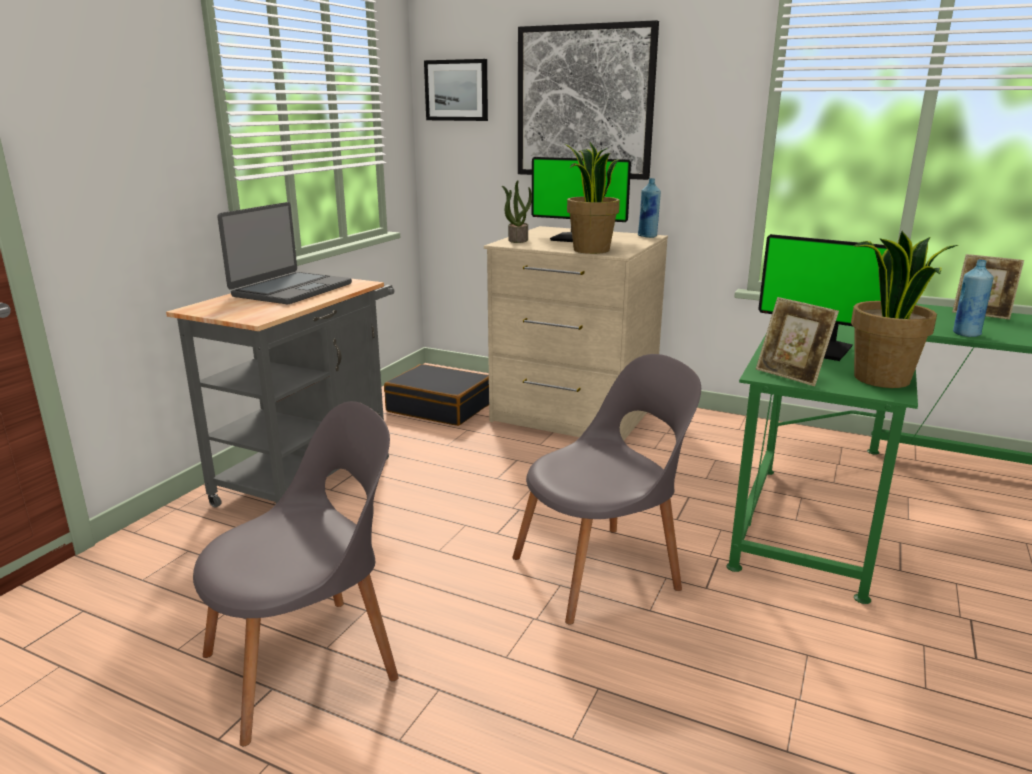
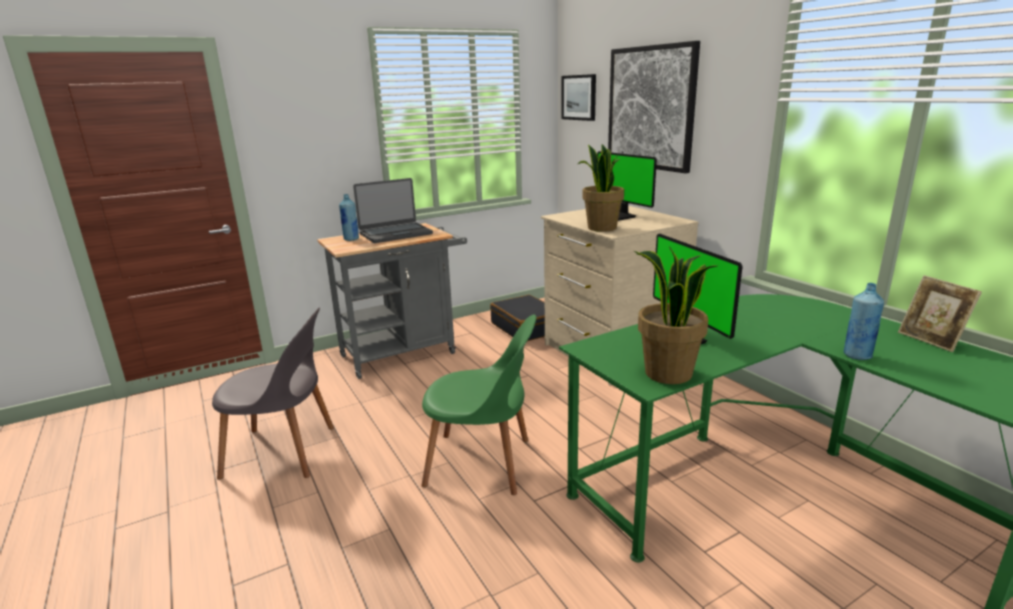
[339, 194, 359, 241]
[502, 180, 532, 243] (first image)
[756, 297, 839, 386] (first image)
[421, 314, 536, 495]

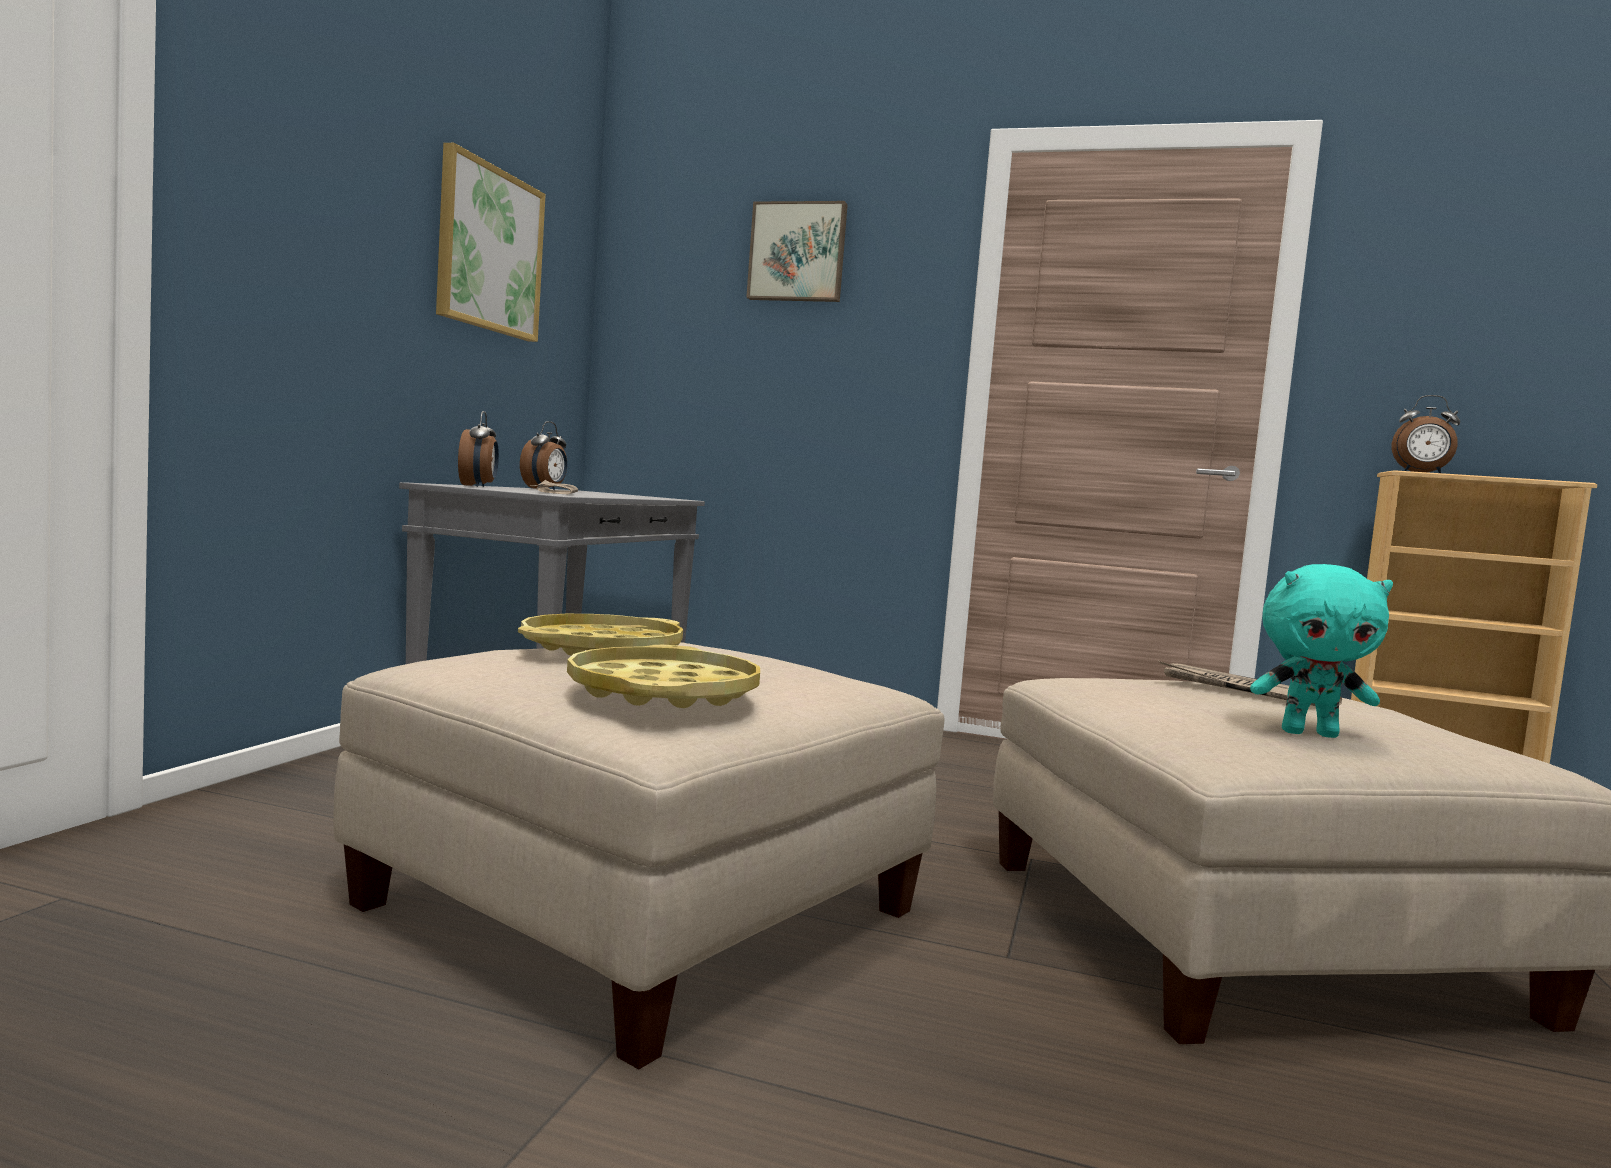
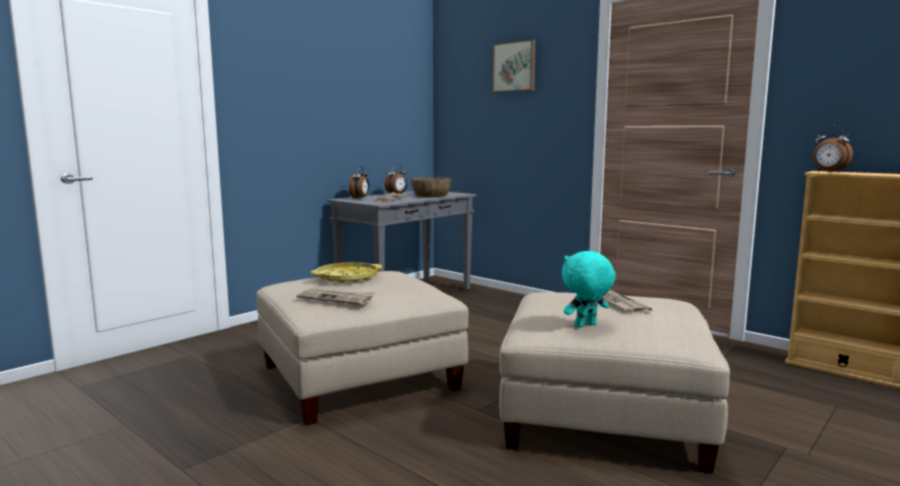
[436, 143, 546, 342] (first image)
[562, 251, 616, 328]
[297, 288, 375, 305]
[411, 177, 451, 197]

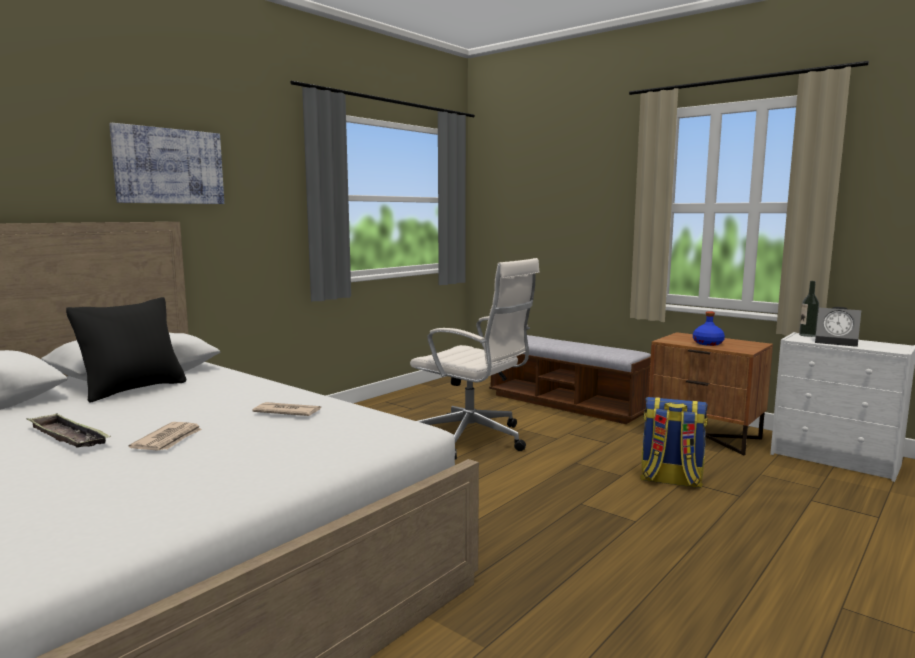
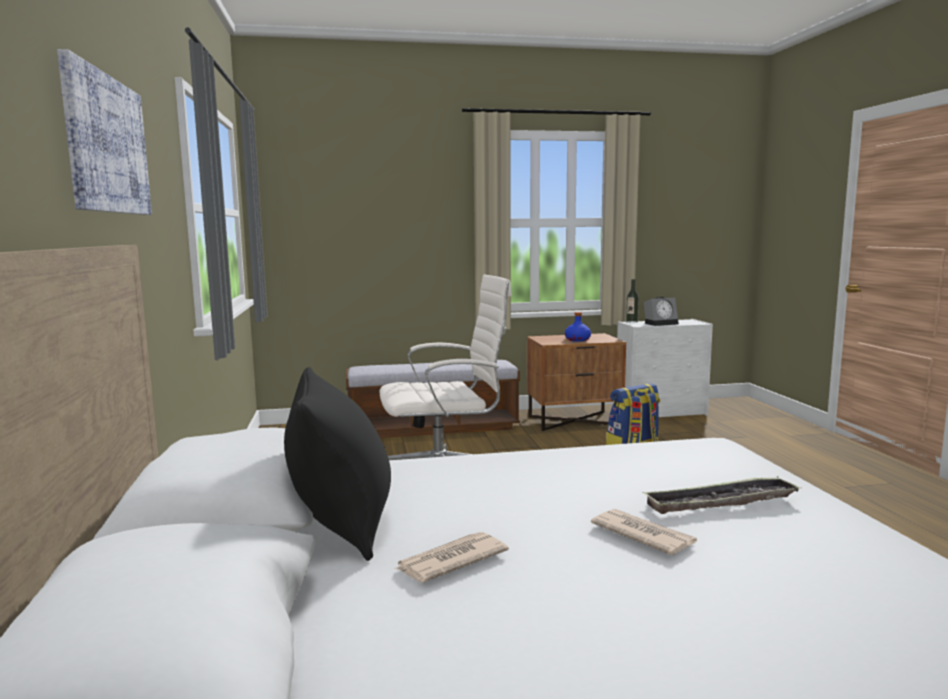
[395, 532, 509, 582]
[643, 476, 802, 514]

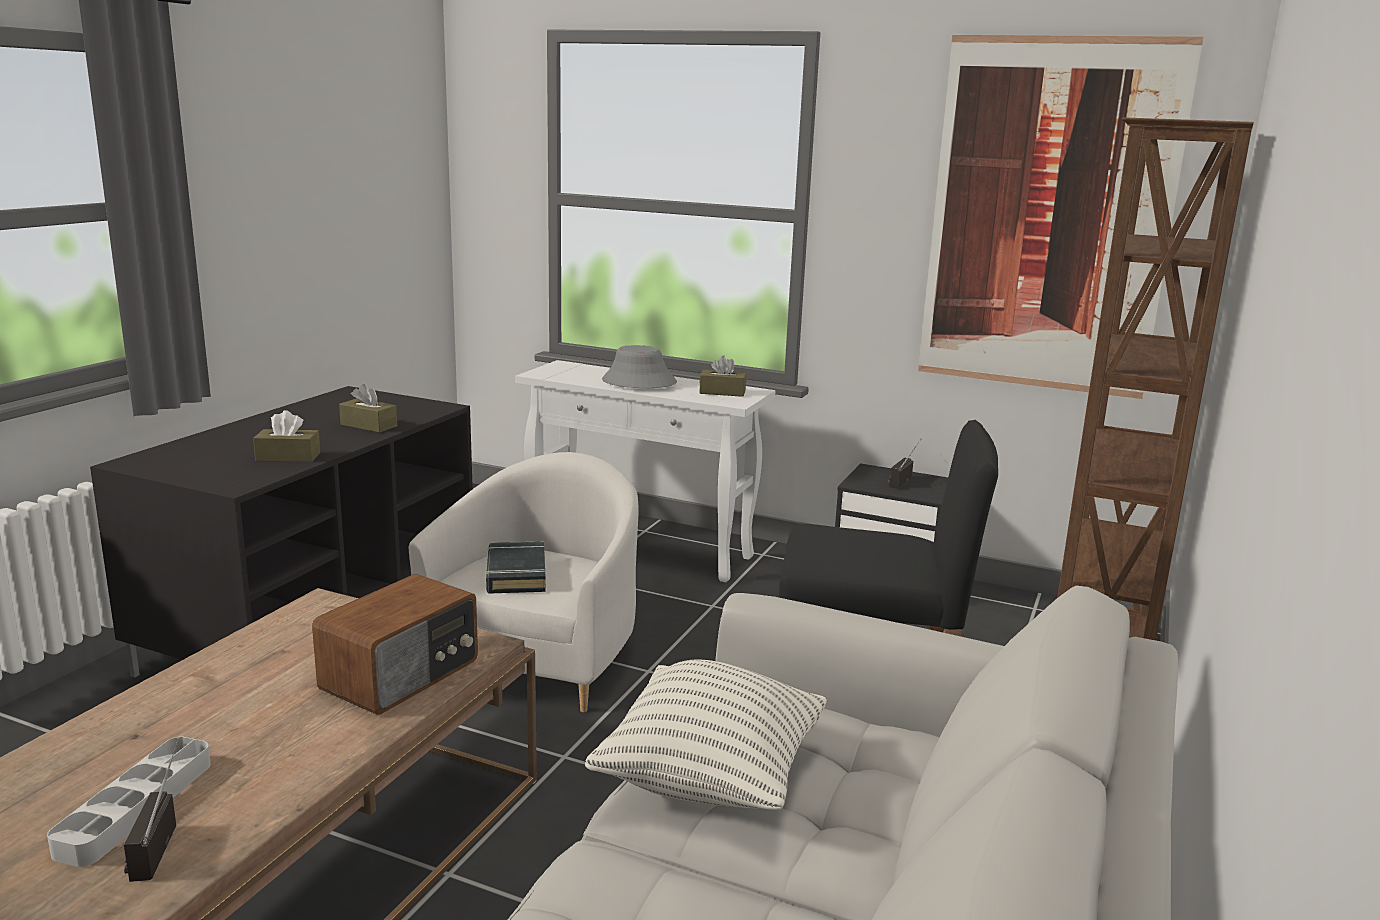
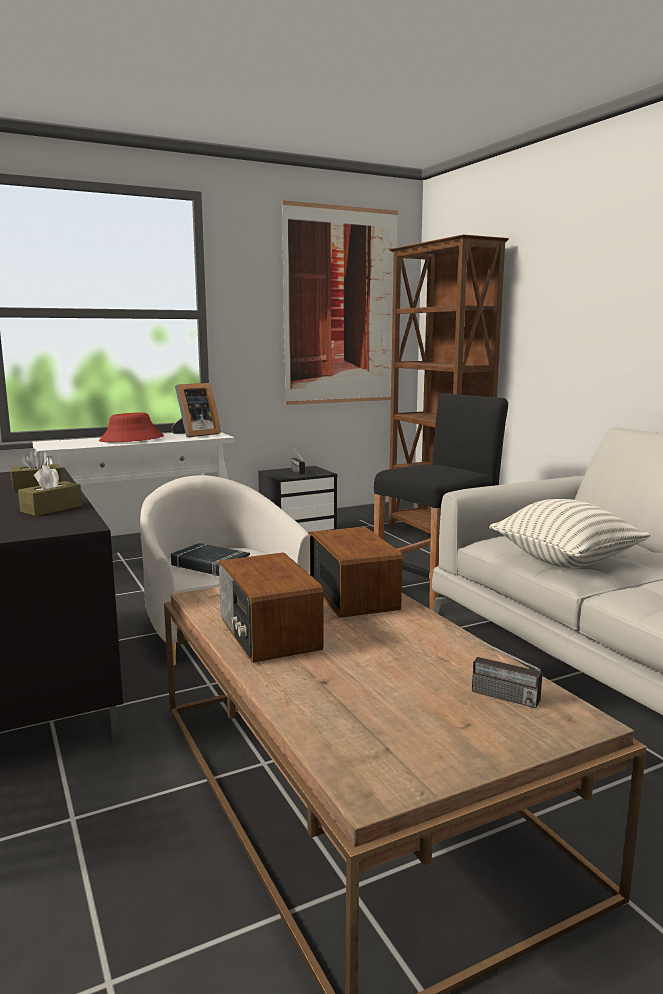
[99, 412, 164, 442]
[172, 383, 221, 438]
[47, 737, 211, 867] (first image)
[219, 552, 324, 663]

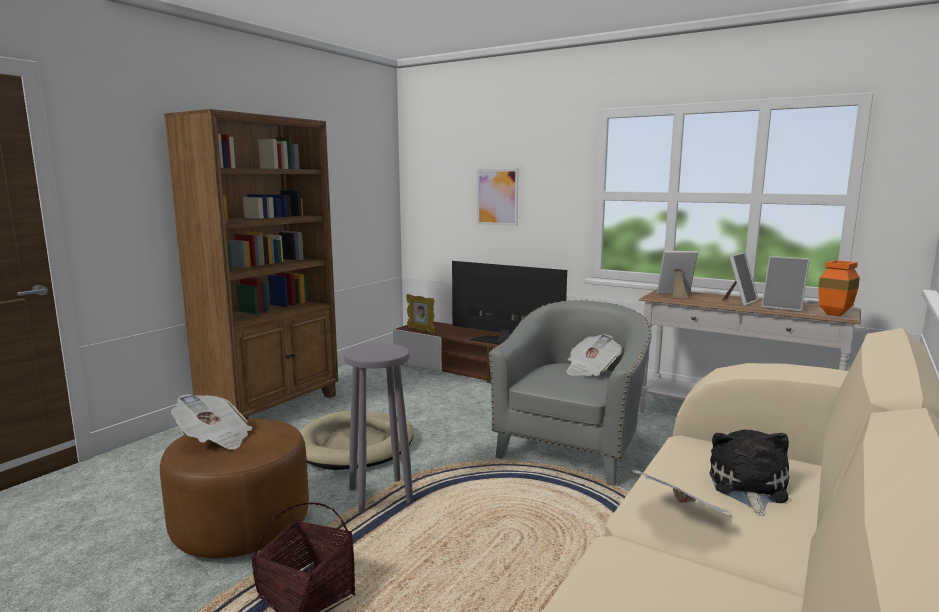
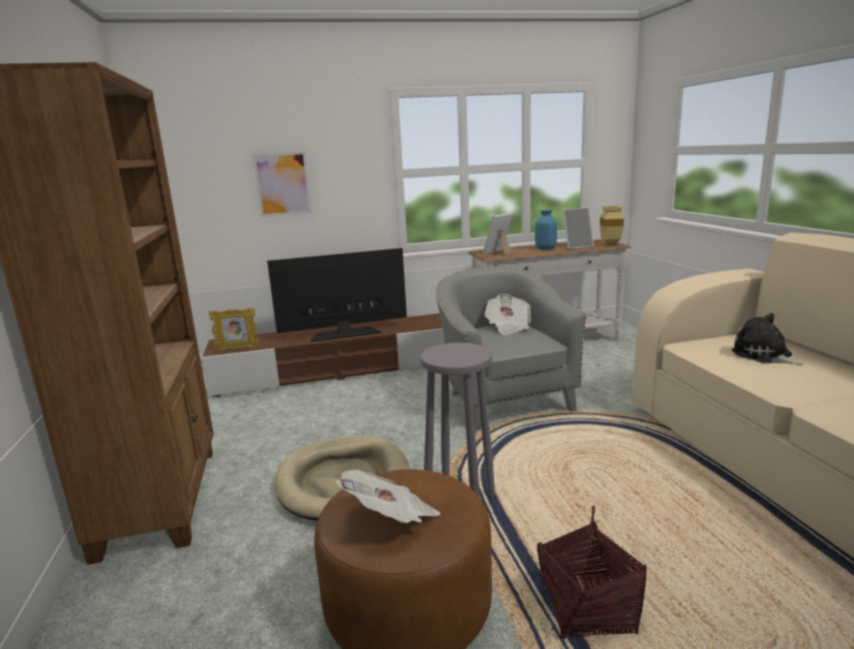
[535, 210, 557, 250]
[600, 206, 624, 246]
[632, 470, 732, 518] (first image)

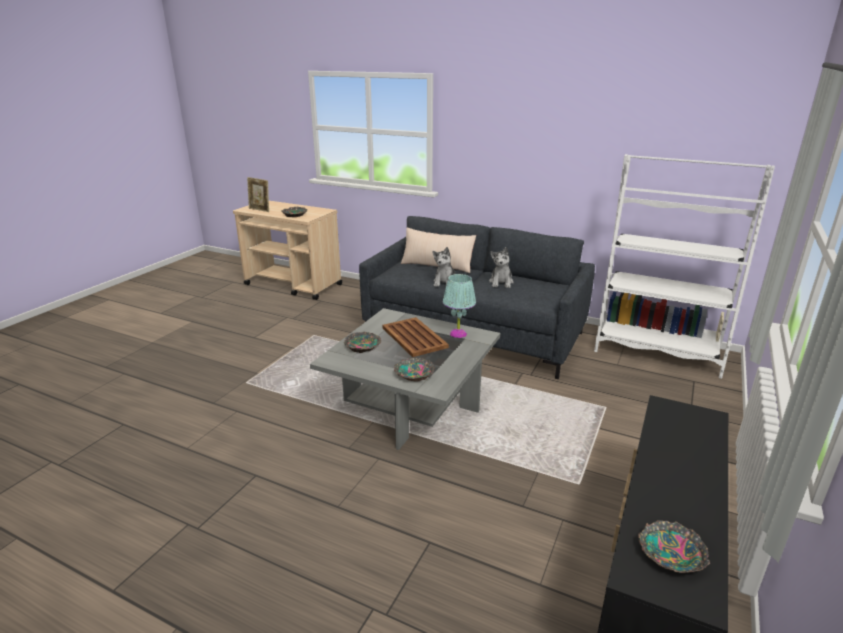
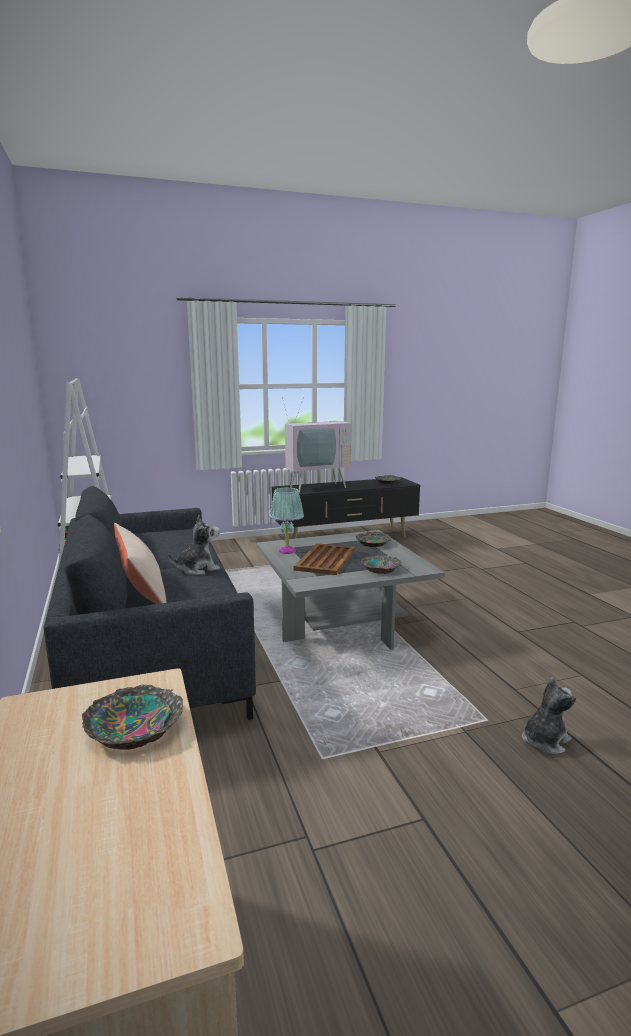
[247, 177, 269, 212] (first image)
[522, 678, 576, 755]
[282, 397, 352, 493]

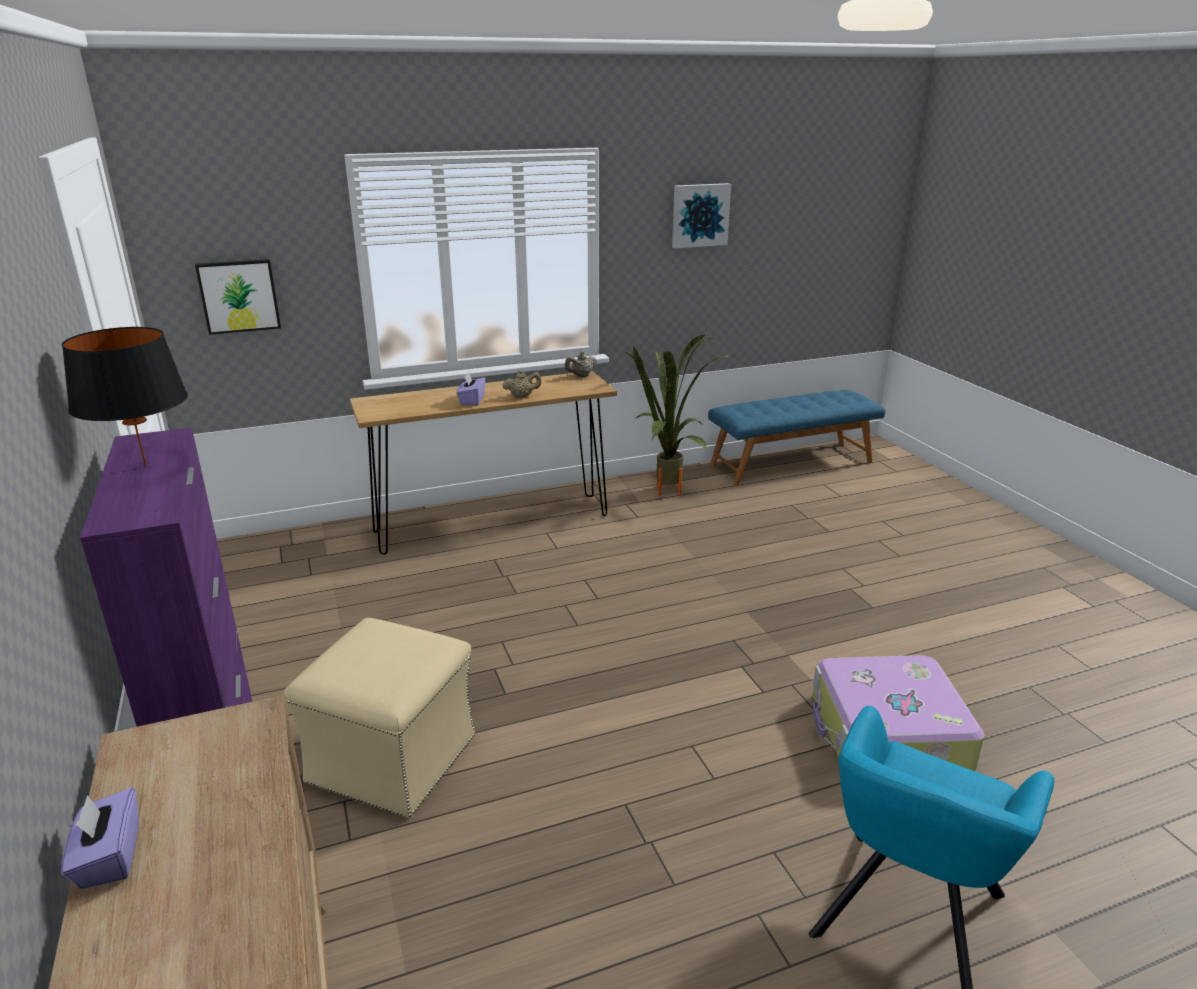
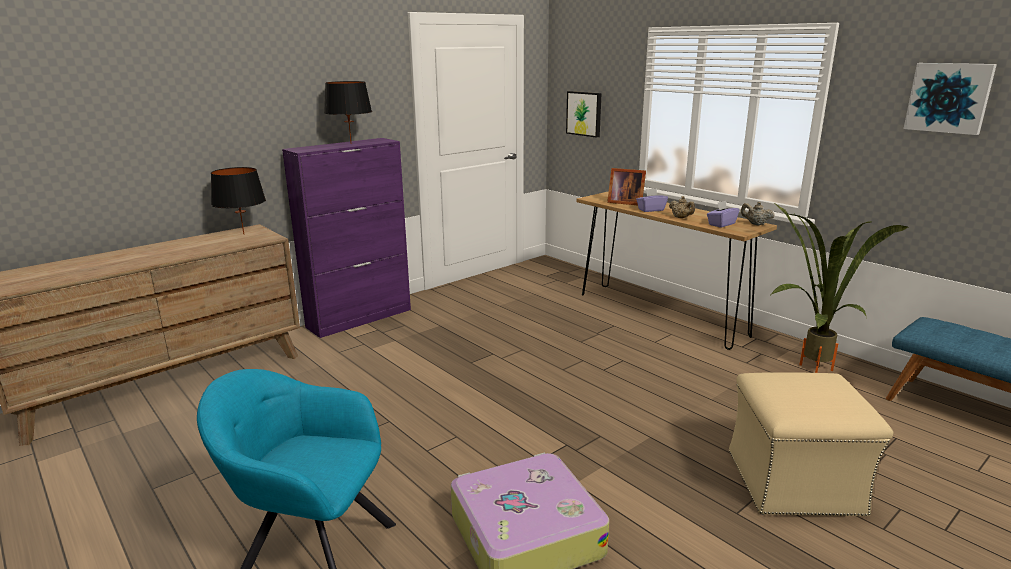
[729, 372, 893, 516]
[707, 201, 739, 228]
[211, 167, 266, 234]
[607, 168, 646, 205]

